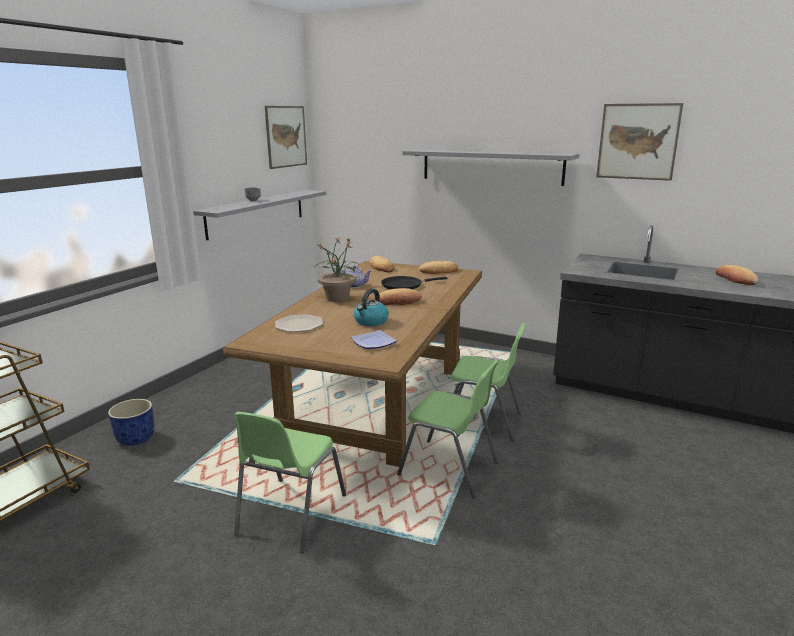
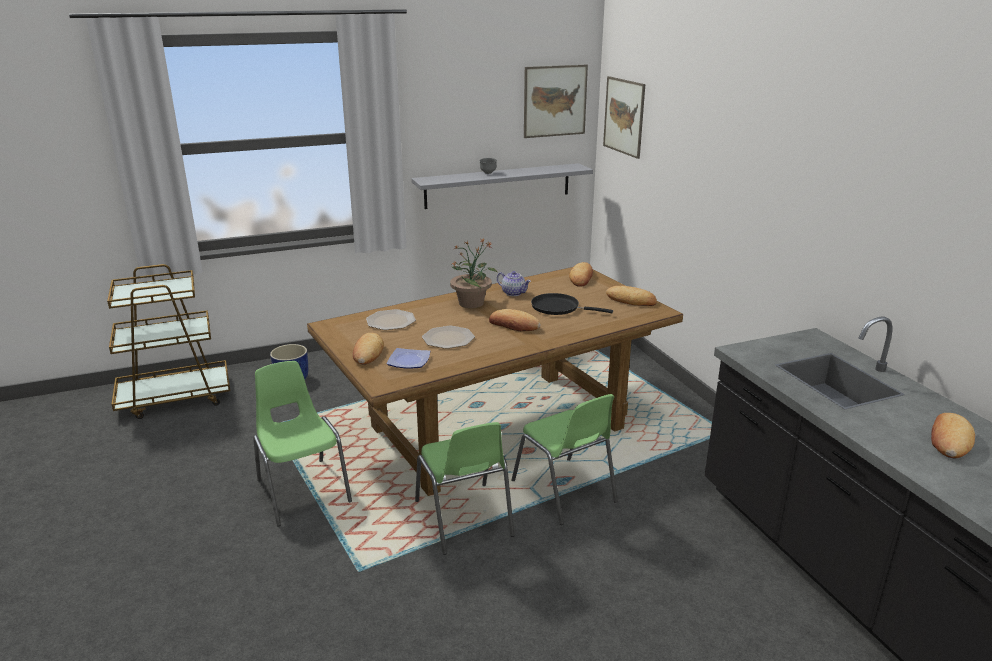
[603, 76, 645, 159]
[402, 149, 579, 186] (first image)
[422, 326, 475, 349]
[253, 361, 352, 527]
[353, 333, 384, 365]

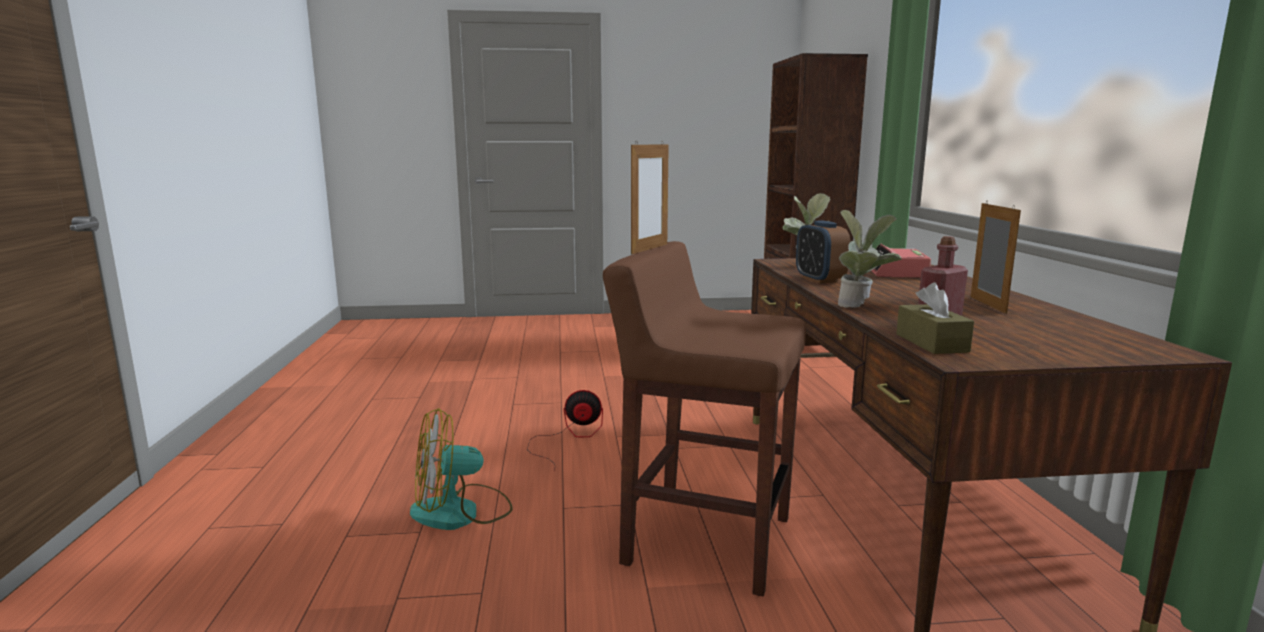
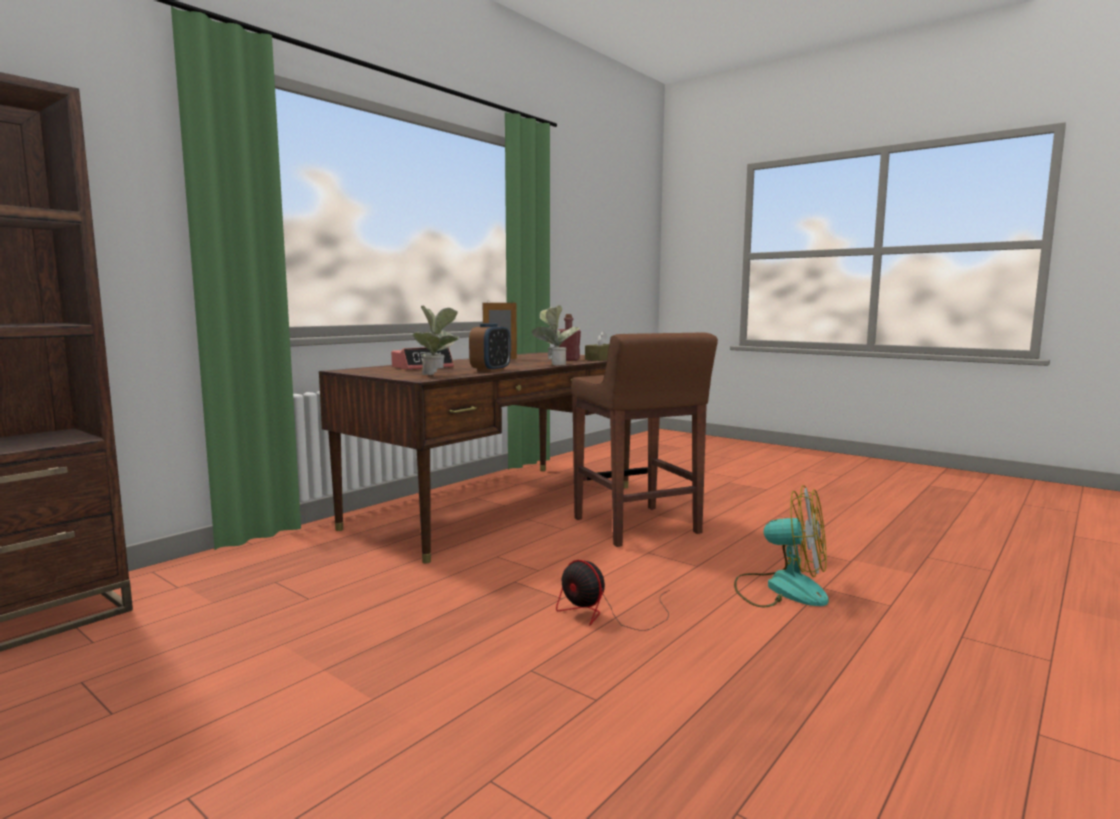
[631, 142, 669, 254] (first image)

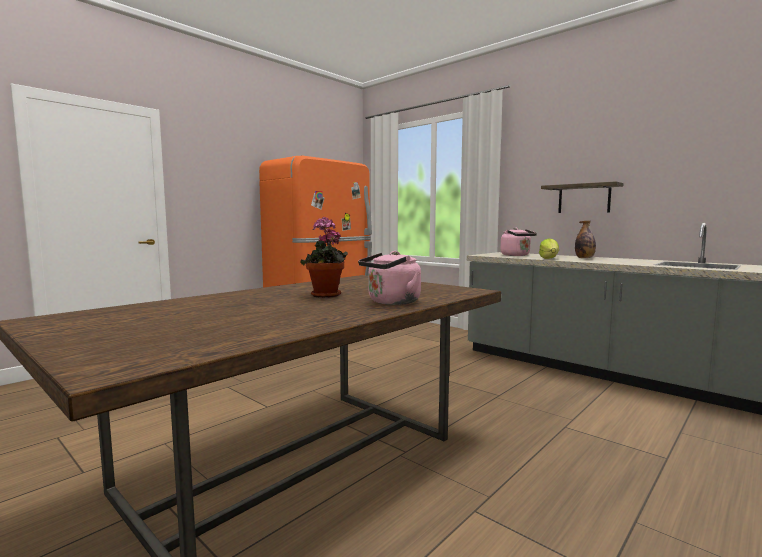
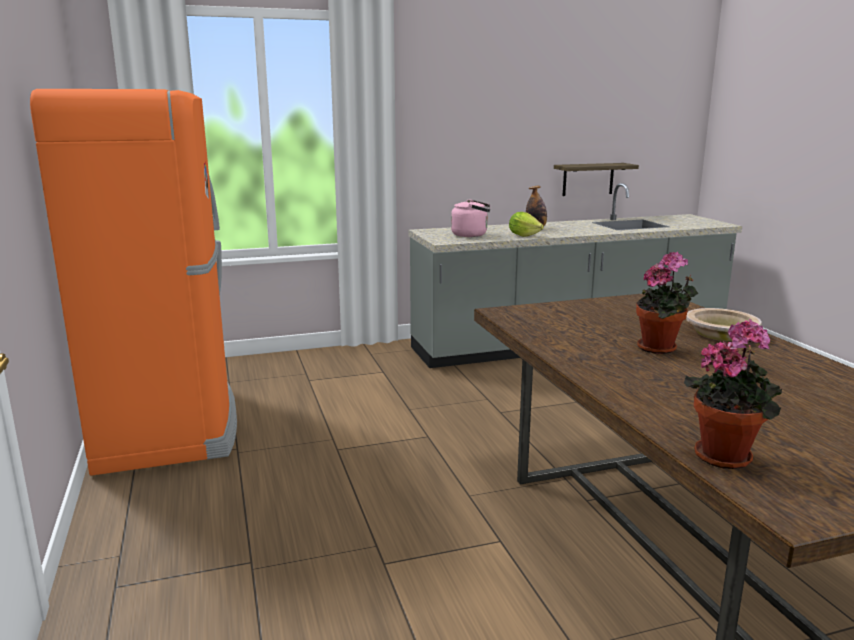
[554, 163, 639, 196]
[686, 308, 762, 341]
[684, 319, 782, 469]

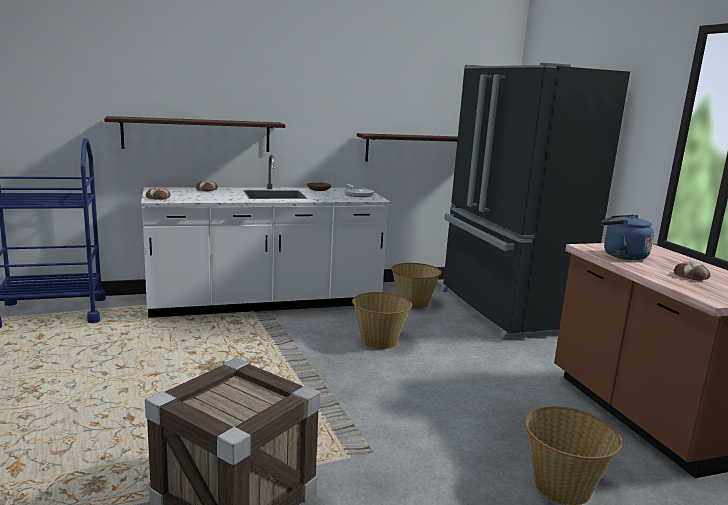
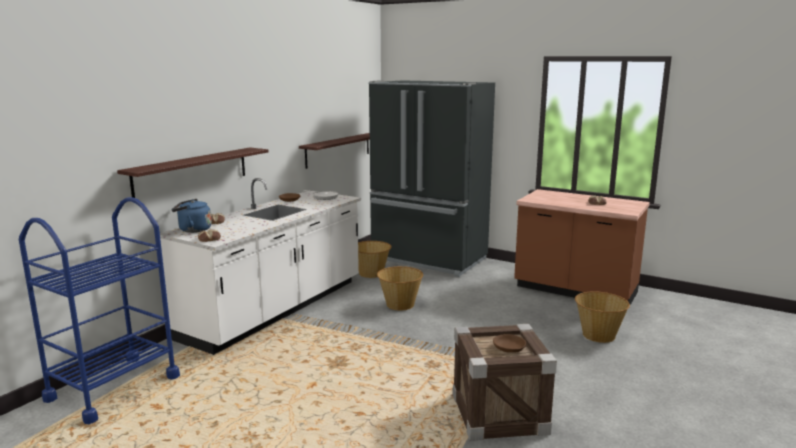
[172, 199, 212, 233]
[493, 334, 526, 353]

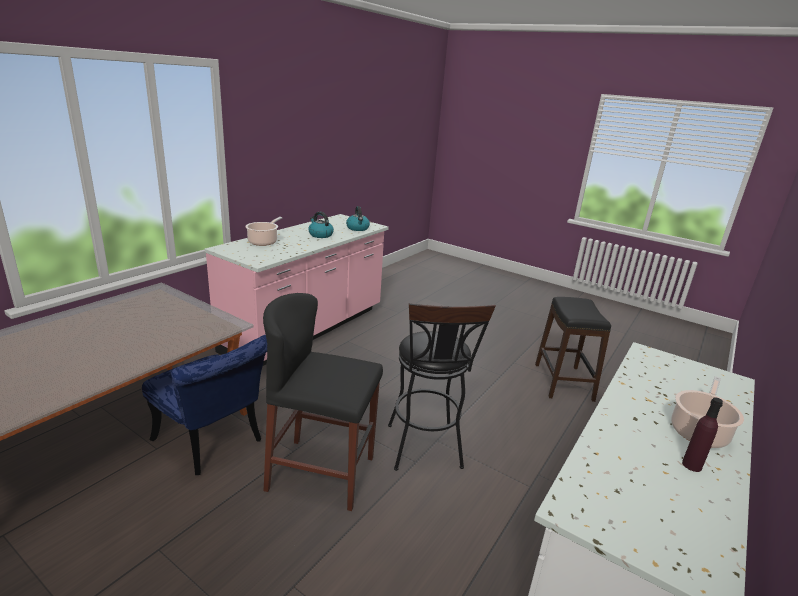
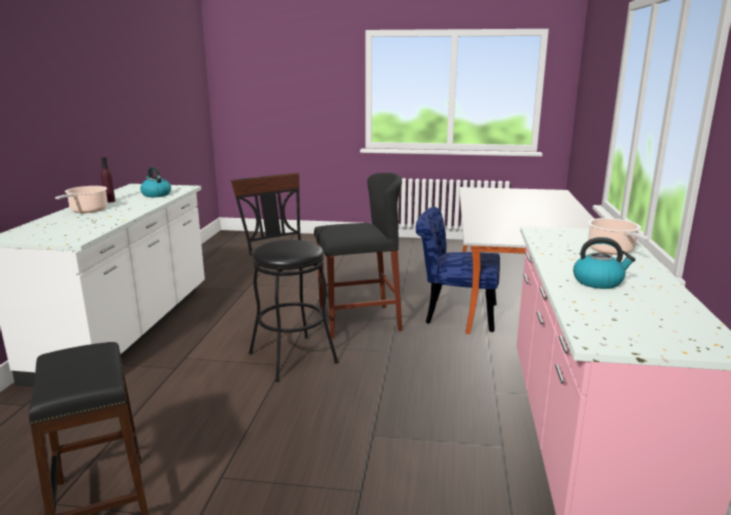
[140, 167, 171, 197]

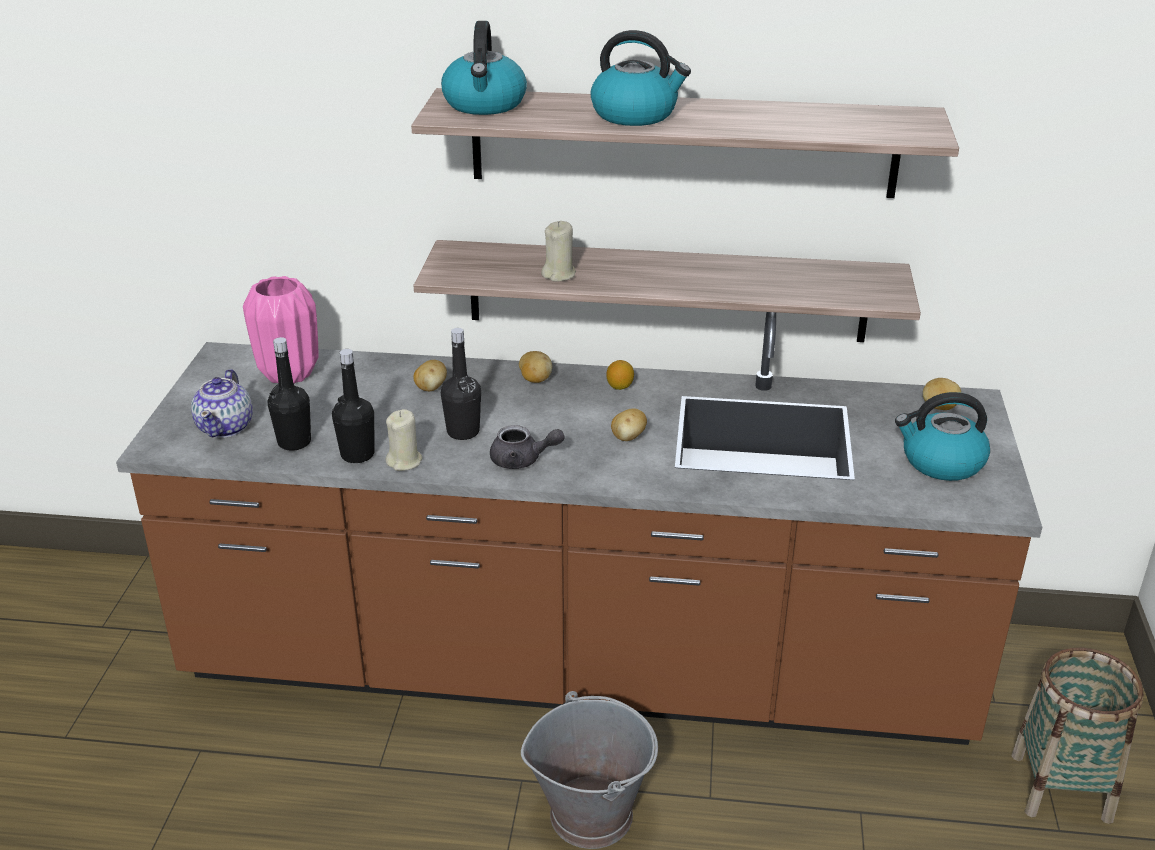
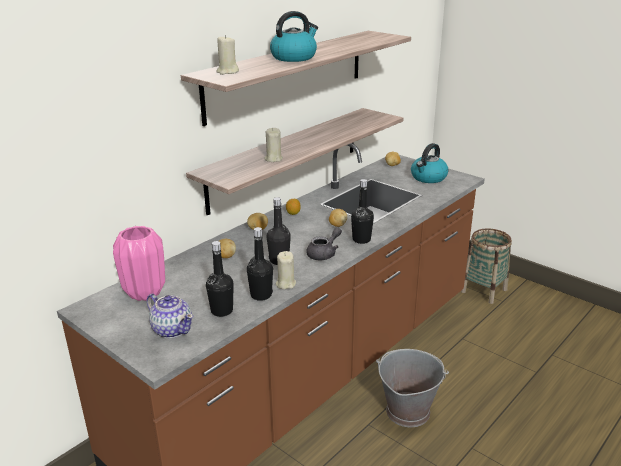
[217, 35, 239, 75]
[351, 179, 374, 244]

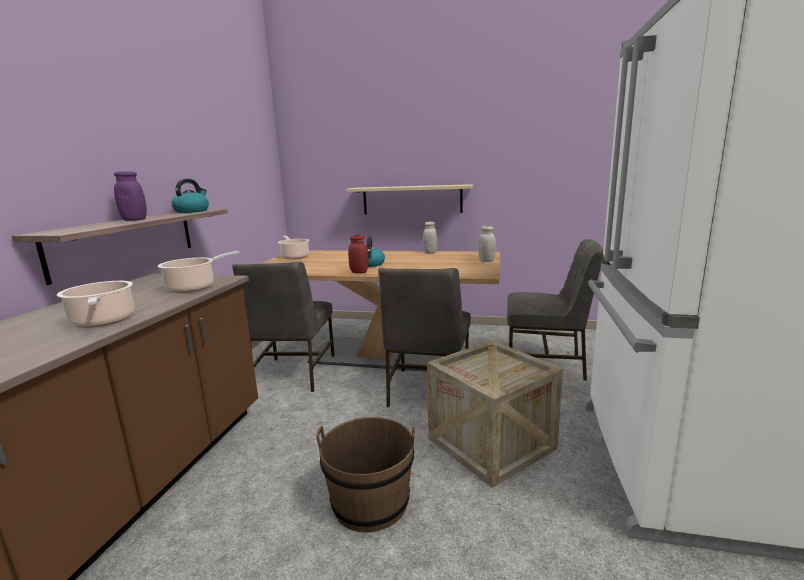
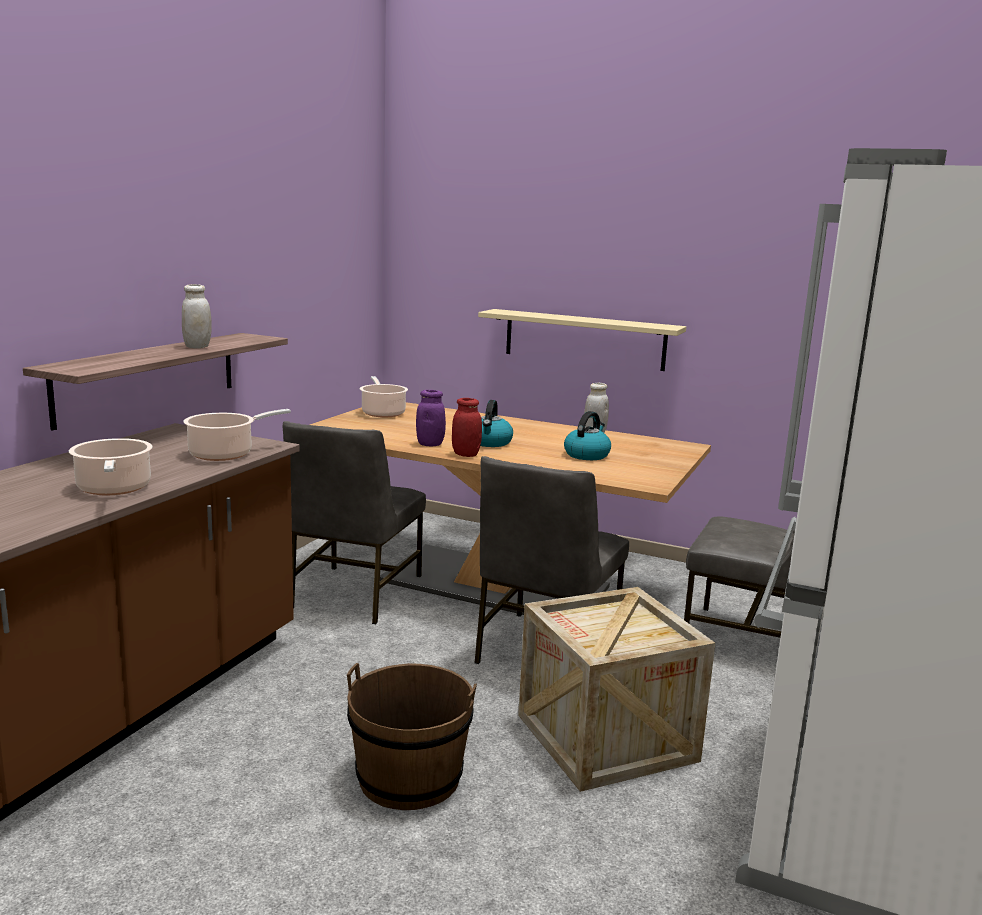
[416, 390, 446, 446]
[564, 411, 611, 460]
[182, 284, 211, 349]

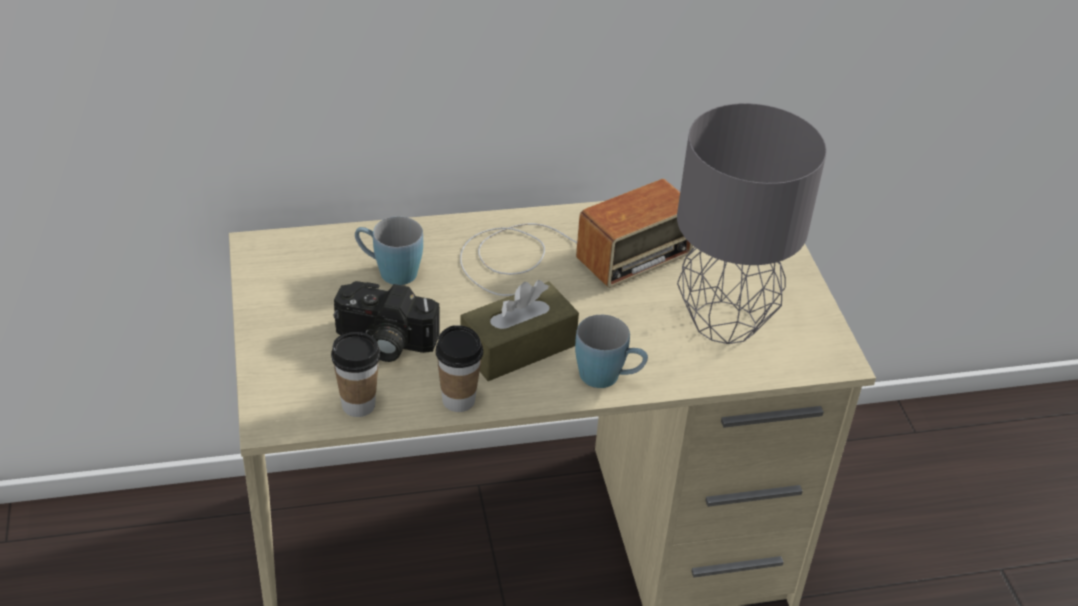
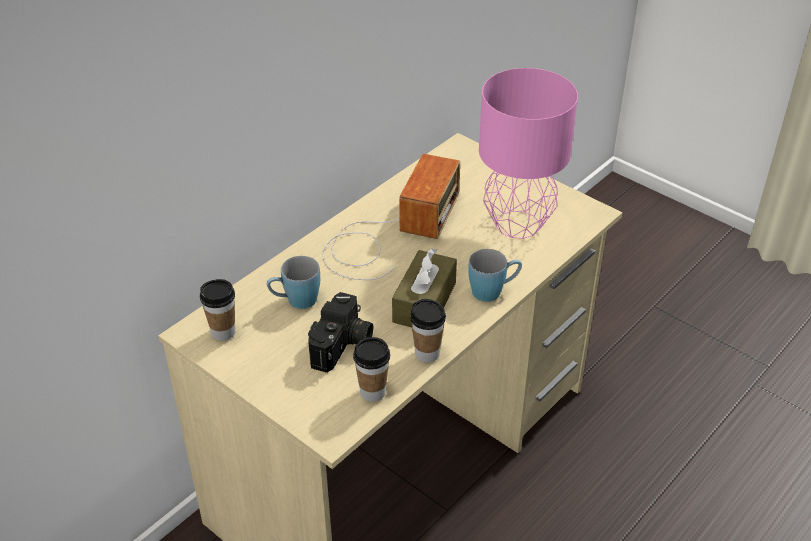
[479, 68, 578, 239]
[308, 292, 373, 373]
[200, 279, 235, 341]

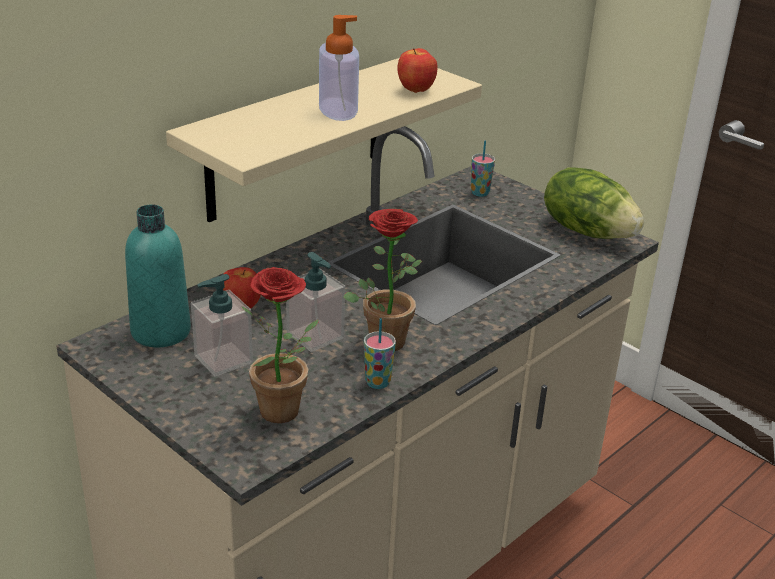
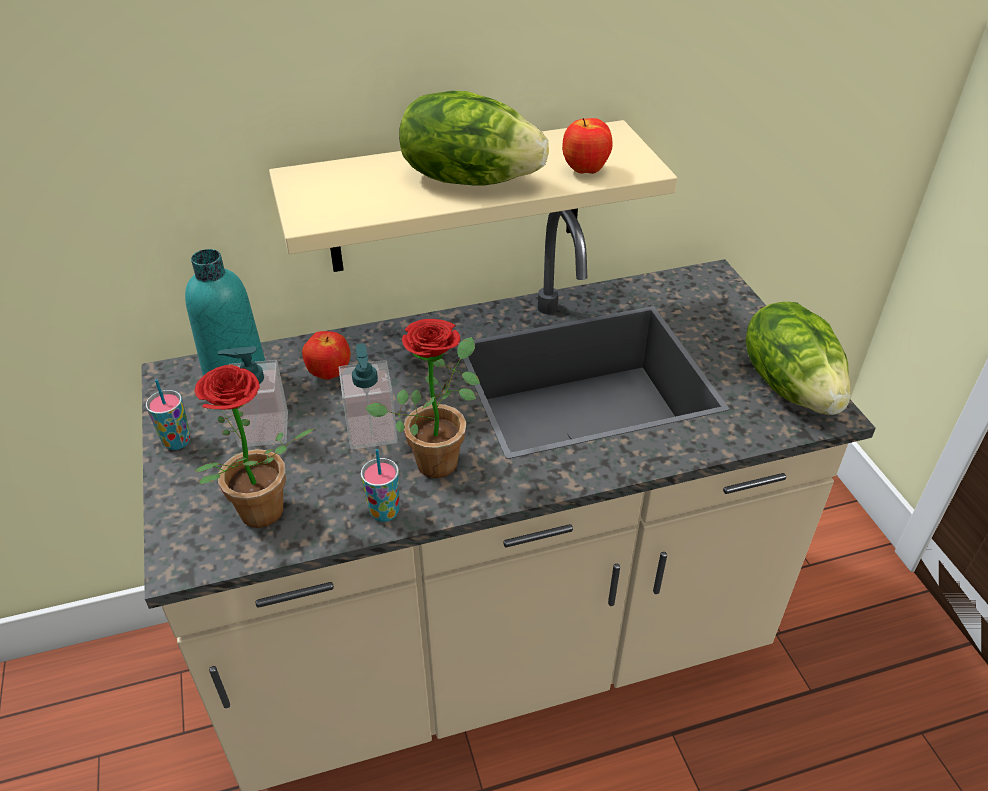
[399, 91, 549, 185]
[146, 379, 190, 450]

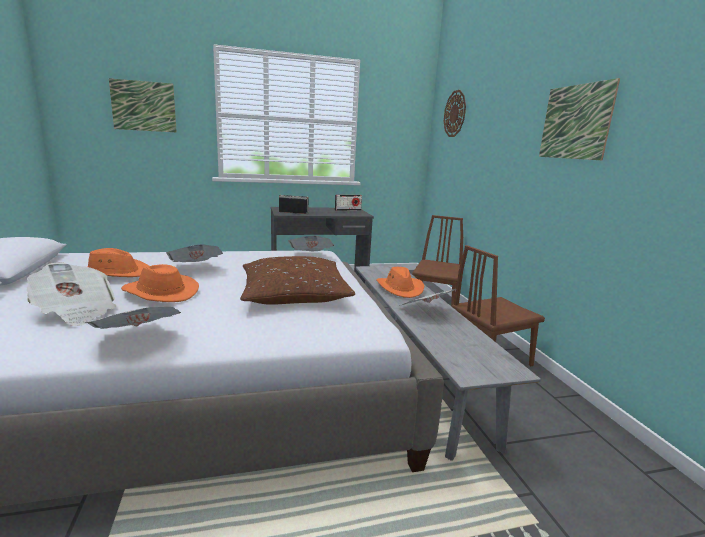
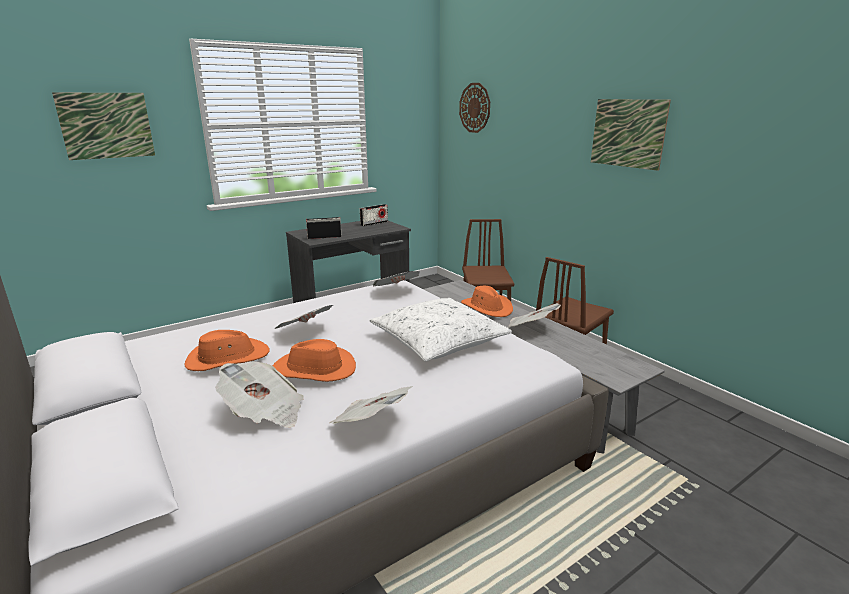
[370, 298, 512, 361]

